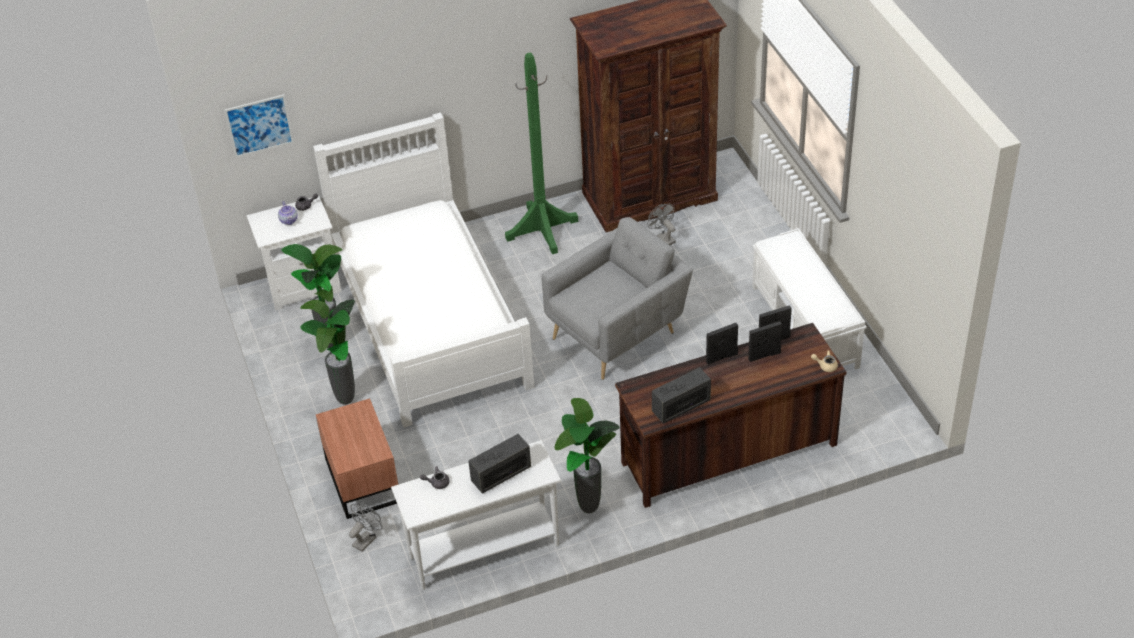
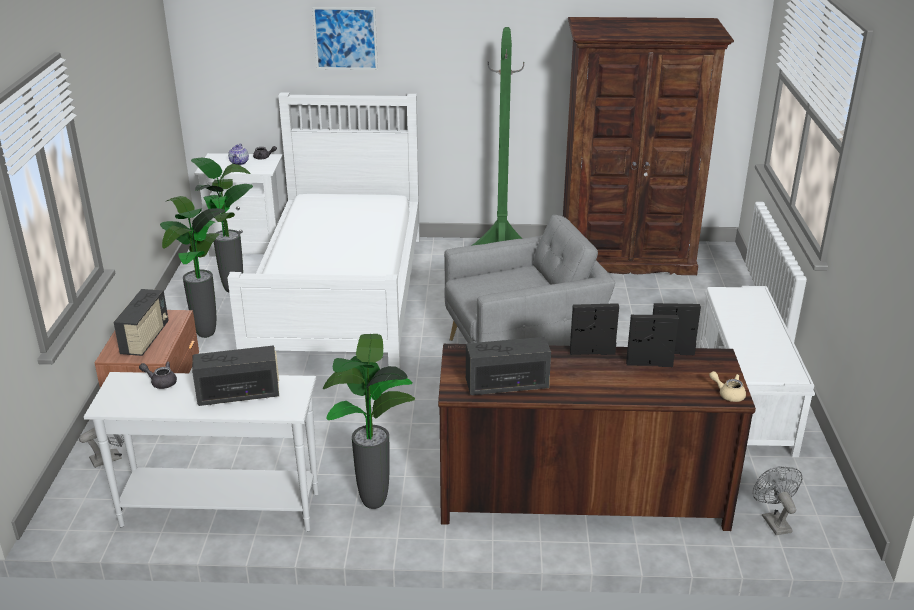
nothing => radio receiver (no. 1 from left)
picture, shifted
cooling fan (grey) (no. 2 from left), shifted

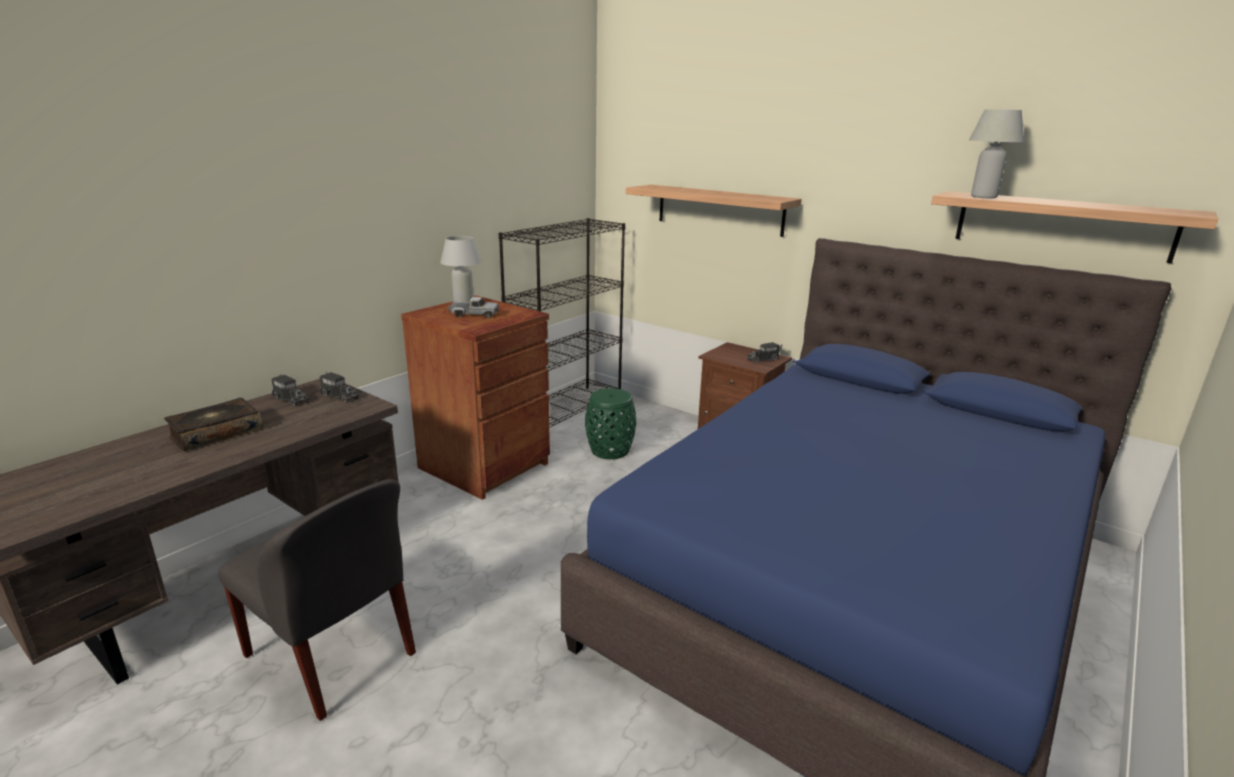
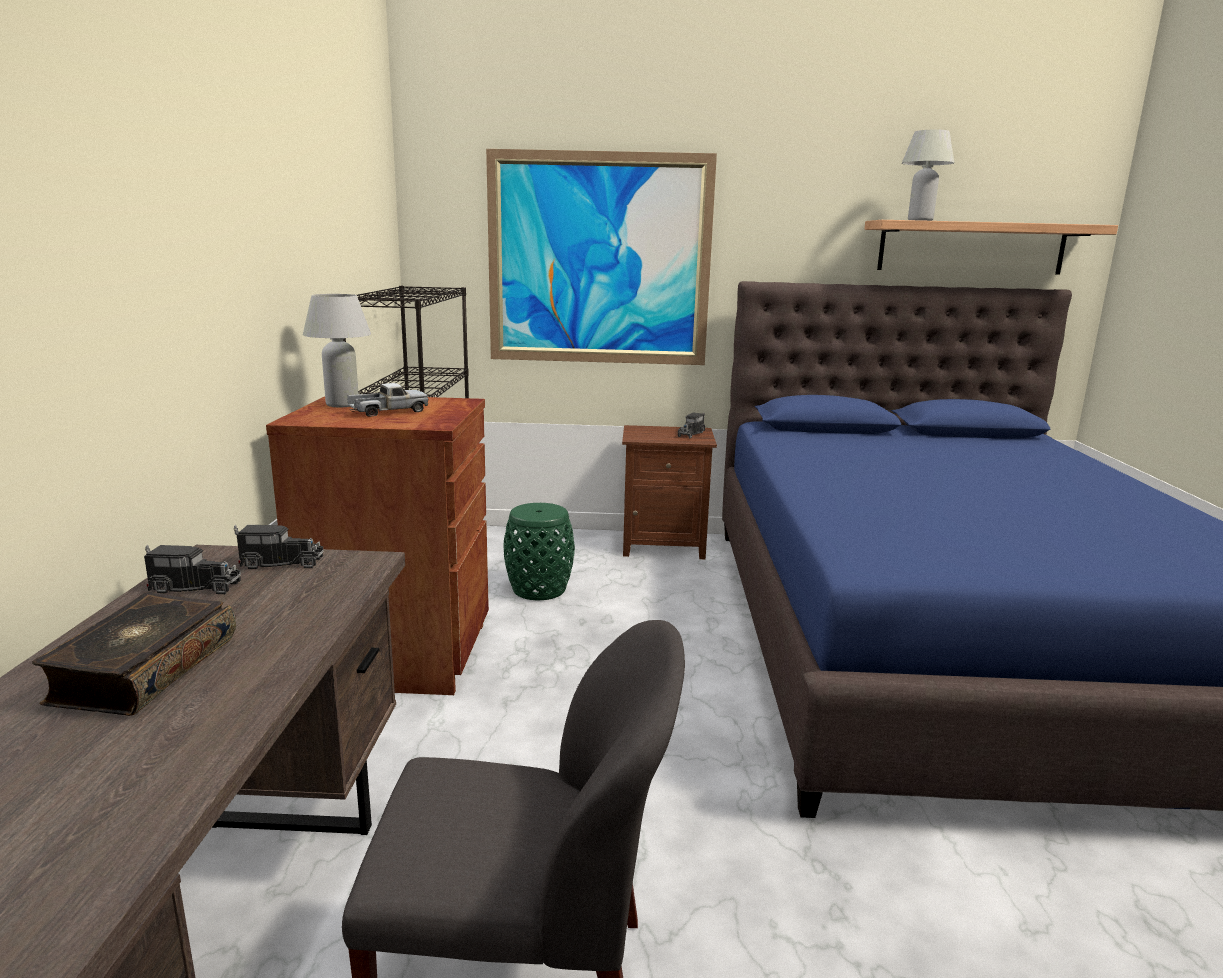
wall shelf (no. 1 from left) => picture

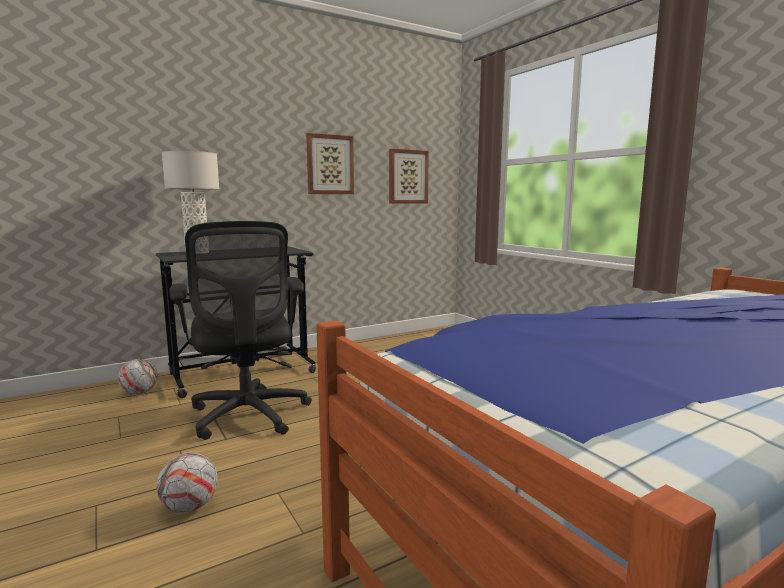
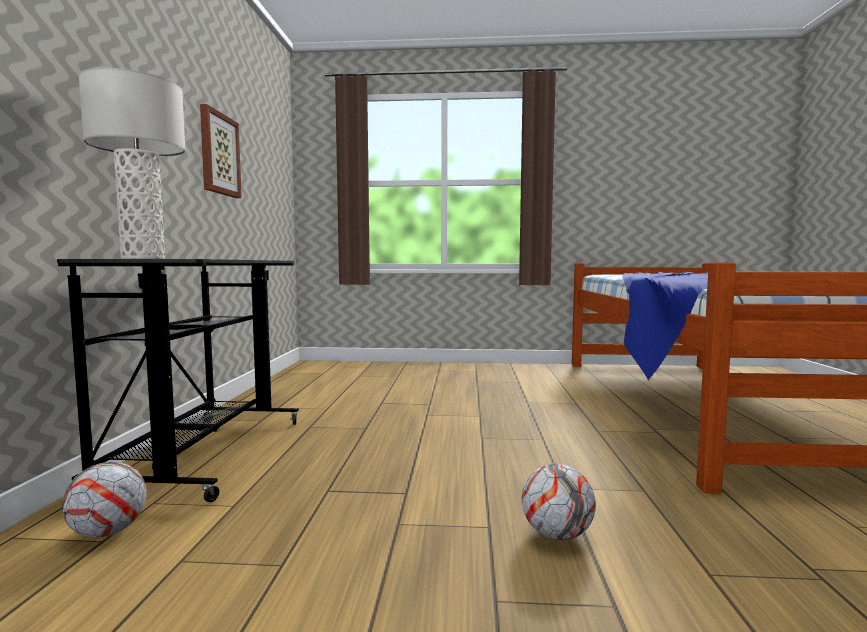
desk chair (black) => nothing
picture (no. 2 from left) => nothing

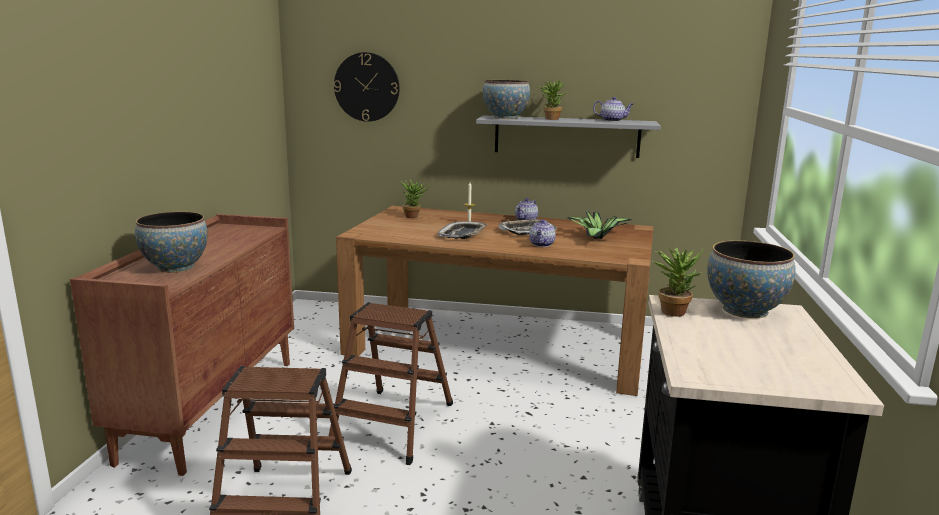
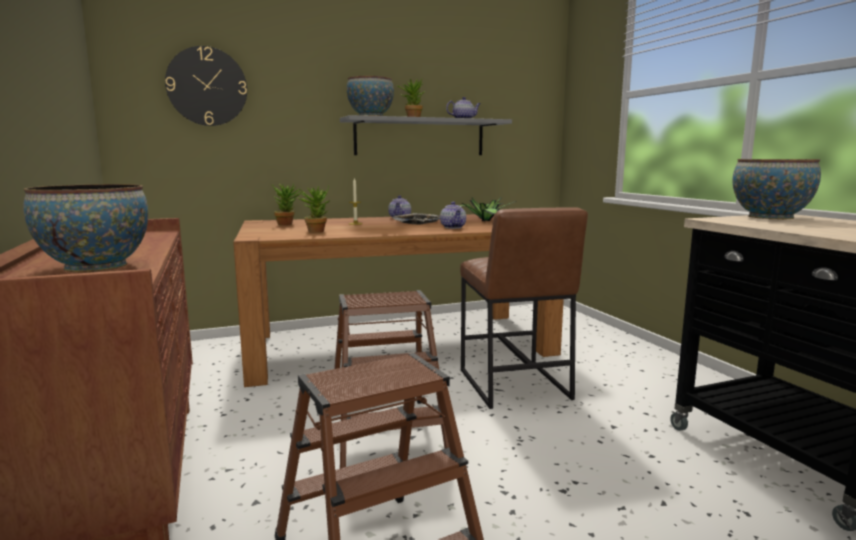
houseplant (no. 4 from left in the first image) => houseplant (no. 2 from left), shifted
nothing => plain chair (brownish)
carrying tray (no. 1 from left) => nothing

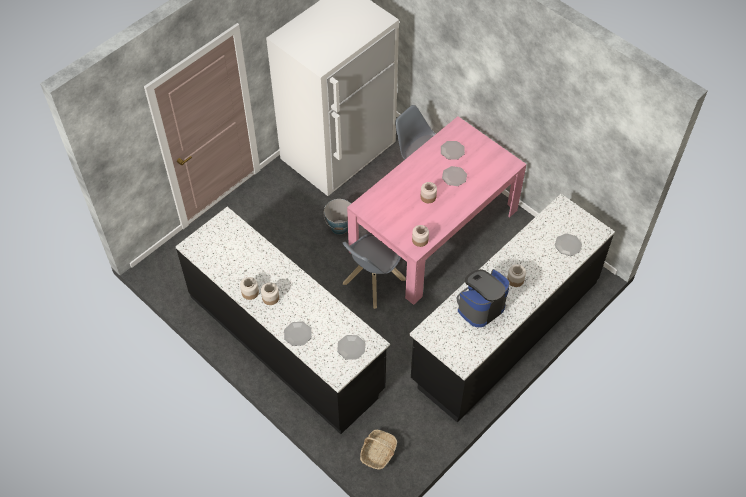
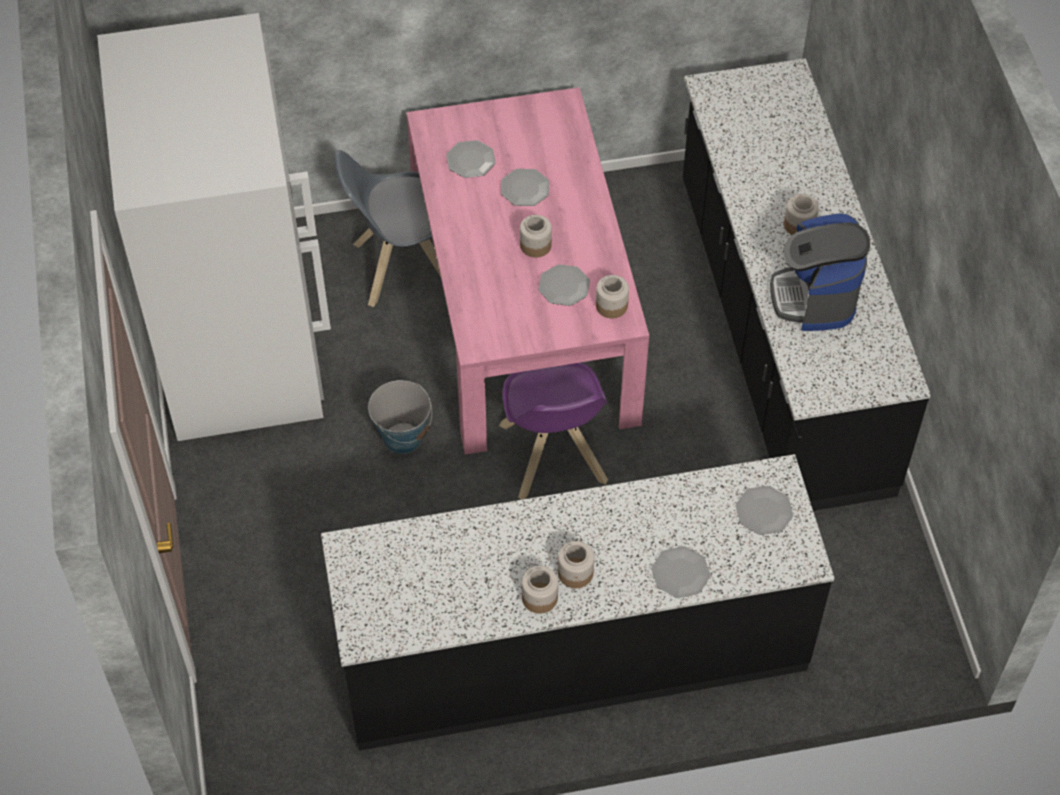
plain chair (grey) (no. 1 from left) => plain chair (purplish)
dinner plate (no. 5 from left in the first image) => dinner plate (no. 3 from left), shifted
household basket => nothing

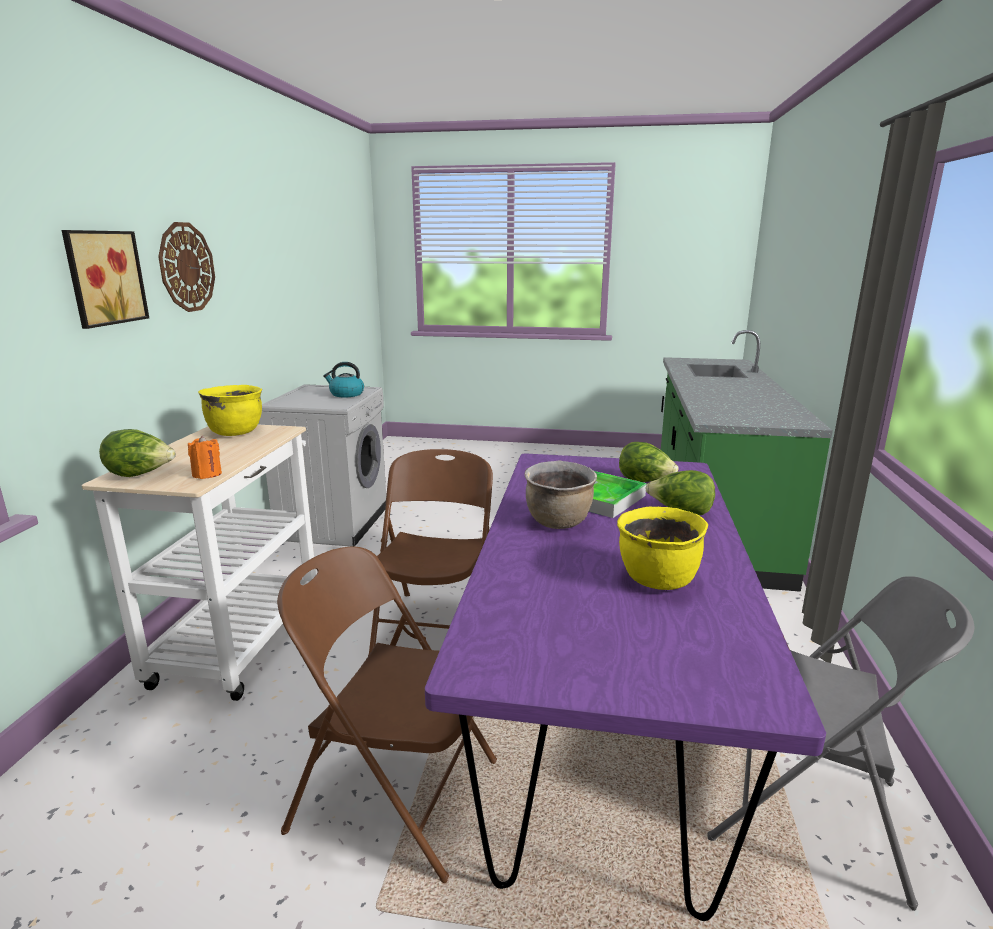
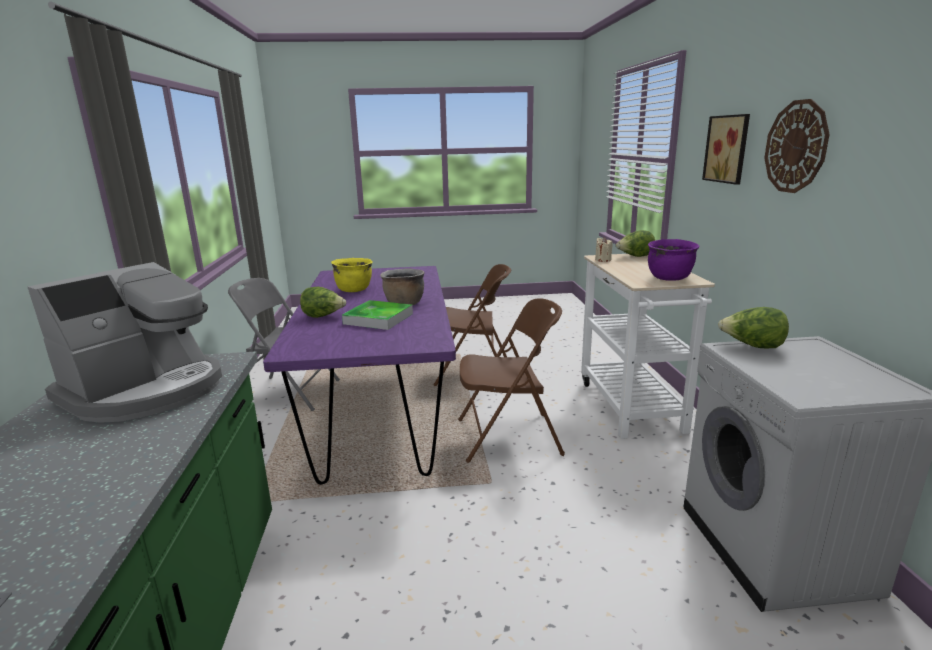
nothing => coffee brewer
plain chair (brownish) (no. 2 from left), 90 degrees counterclockwise
wax candle (orange) => wax candle (beige-coloured)
stockpot (yellow) (no. 1 from left) => stockpot (purplish)
lettuce (no. 2 from left in the first image) => lettuce (no. 3 from left), shifted
kettle => nothing

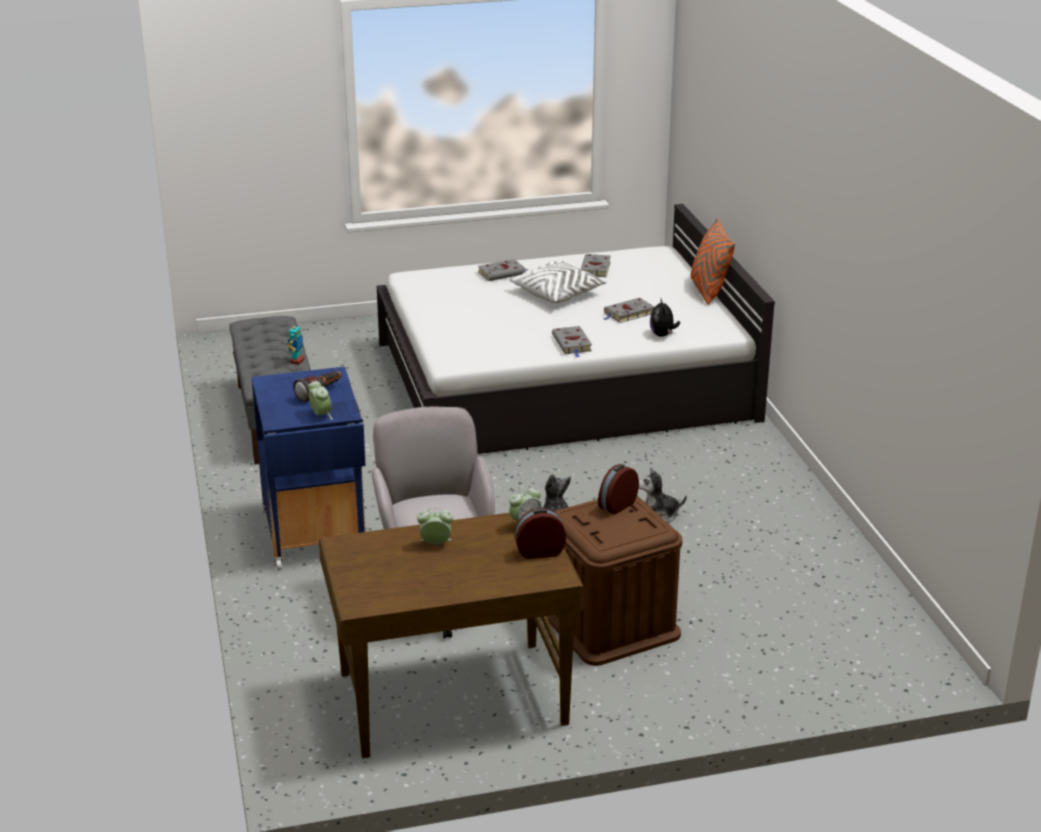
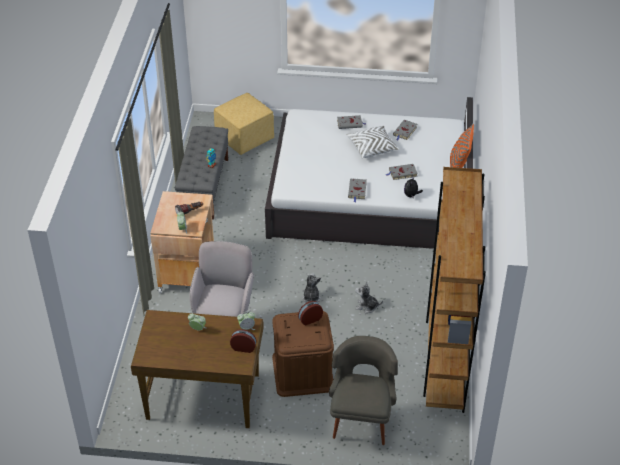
wheeled cart (blue) => wheeled cart (brownish)
nothing => pouffe (yellow)
nothing => plain chair (grey)
nothing => bookshelf (brownish)

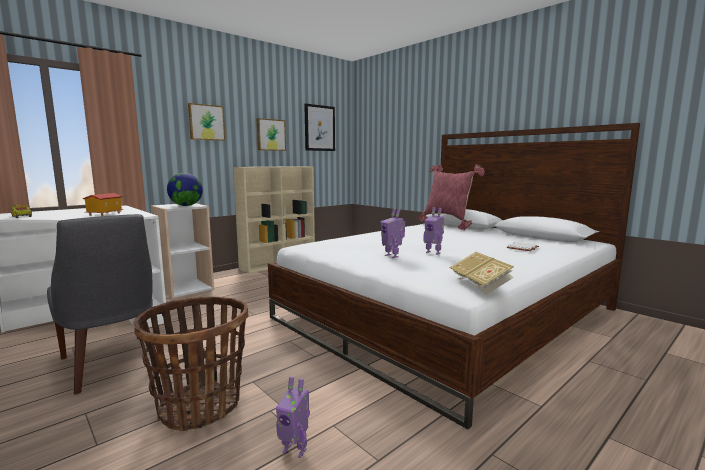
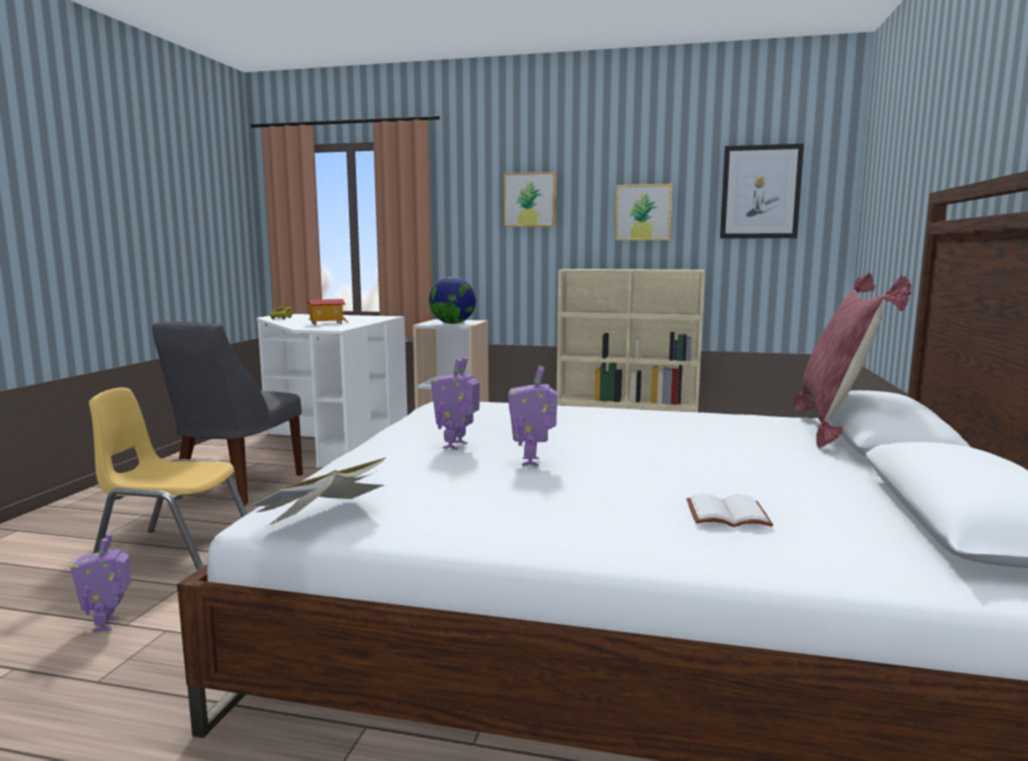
household basket => plain chair (yellow)

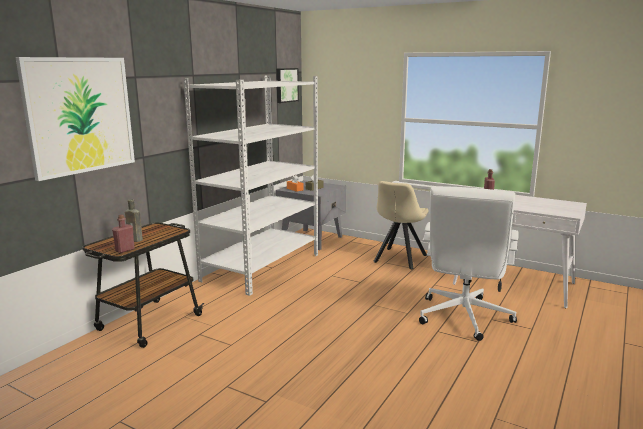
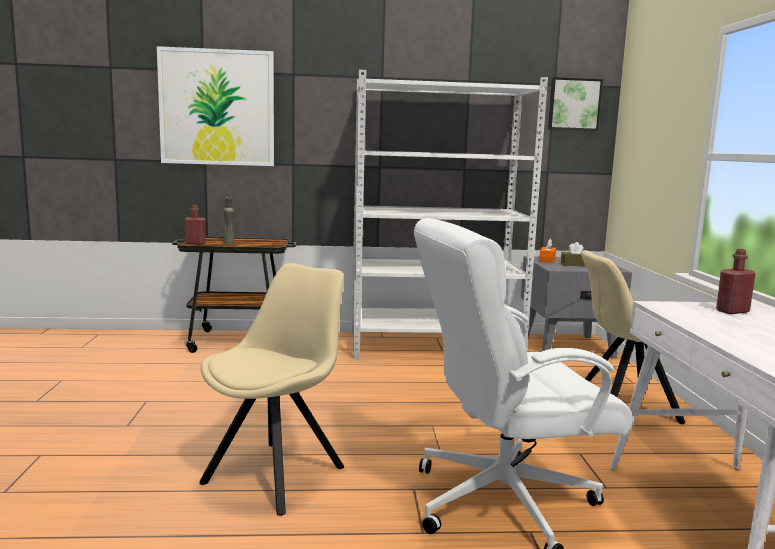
nothing => plain chair (beige-coloured) (no. 1 from left)

